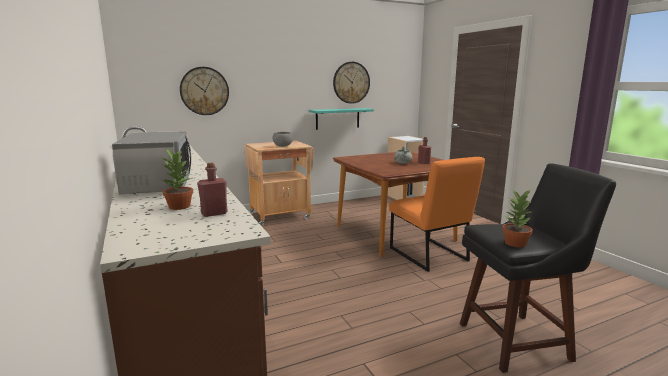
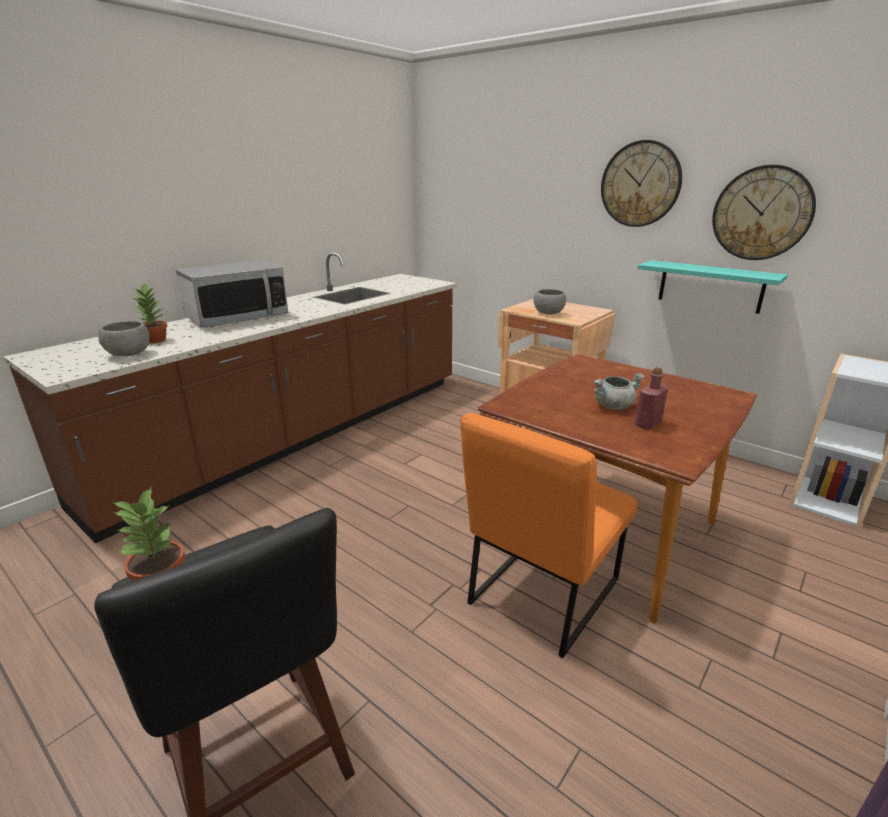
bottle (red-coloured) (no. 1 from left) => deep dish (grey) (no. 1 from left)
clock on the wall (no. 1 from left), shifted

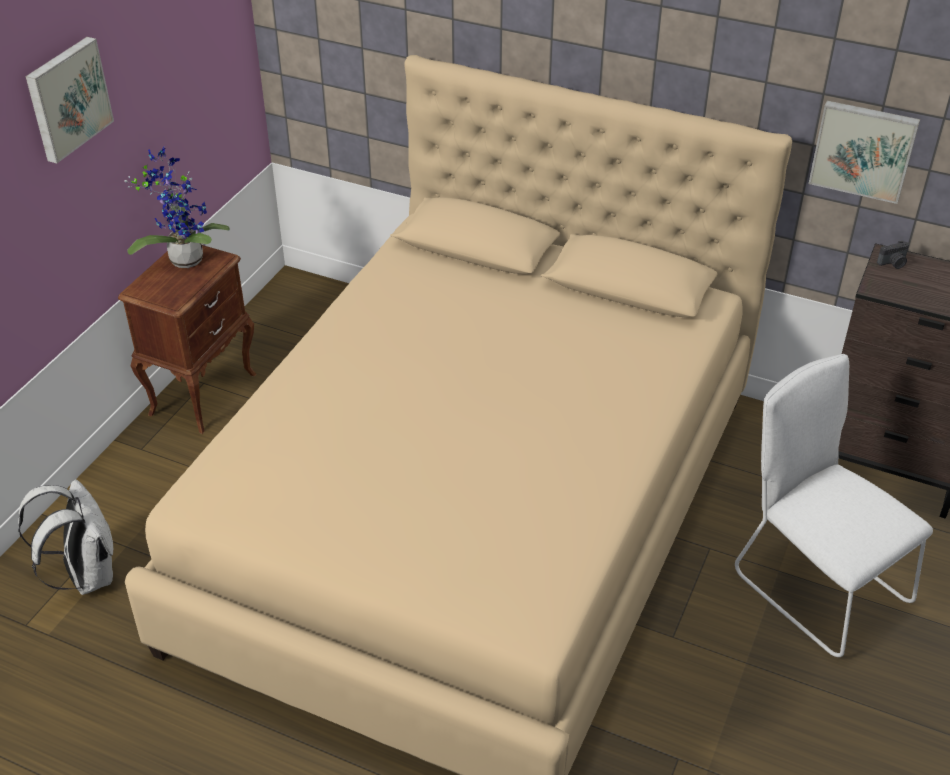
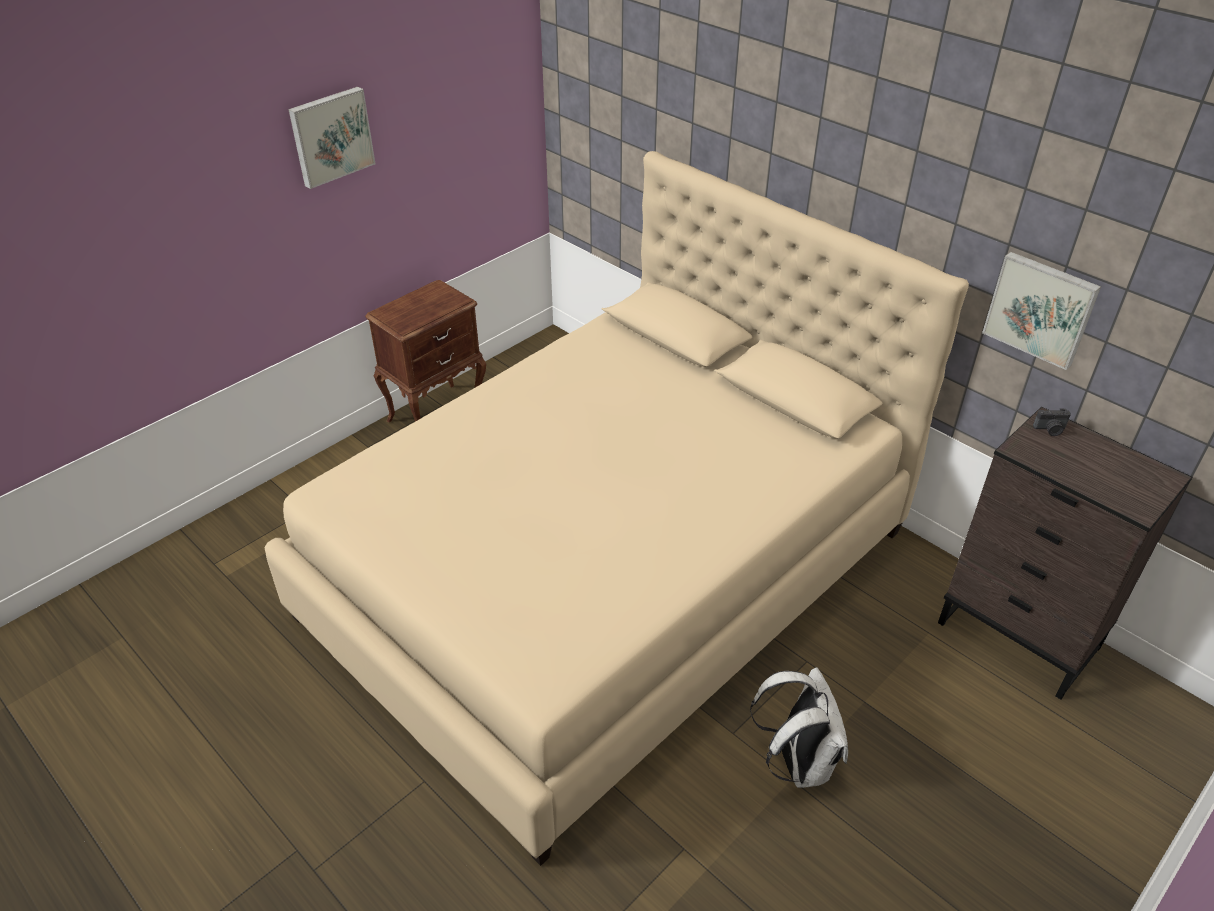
knapsack (white-coloured), shifted
houseplant => nothing
plain chair (white-coloured) => nothing

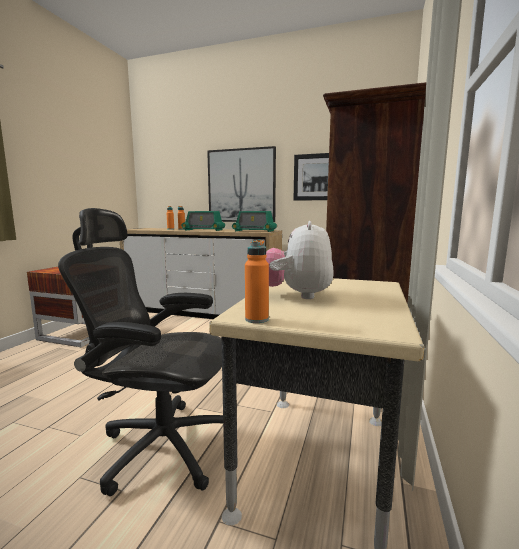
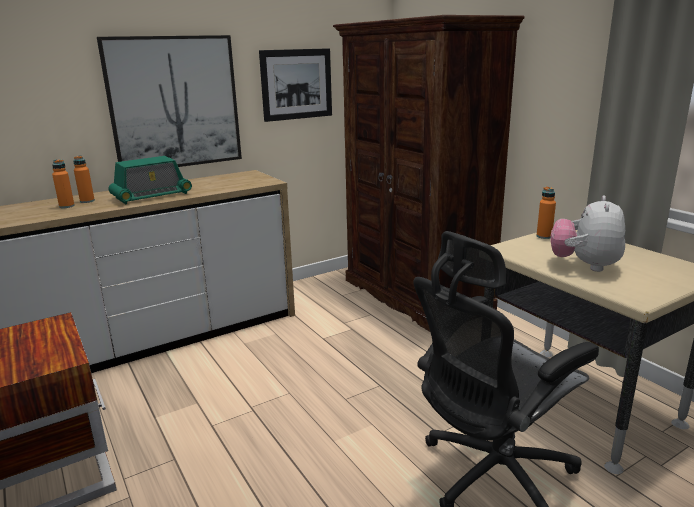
bottle (orange) (no. 3 from left), shifted
soft toy, 60 degrees clockwise
radio receiver (no. 2 from left) => nothing

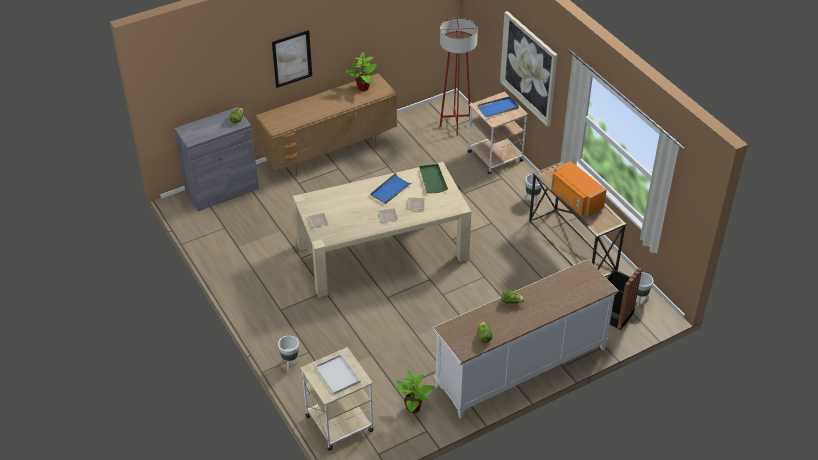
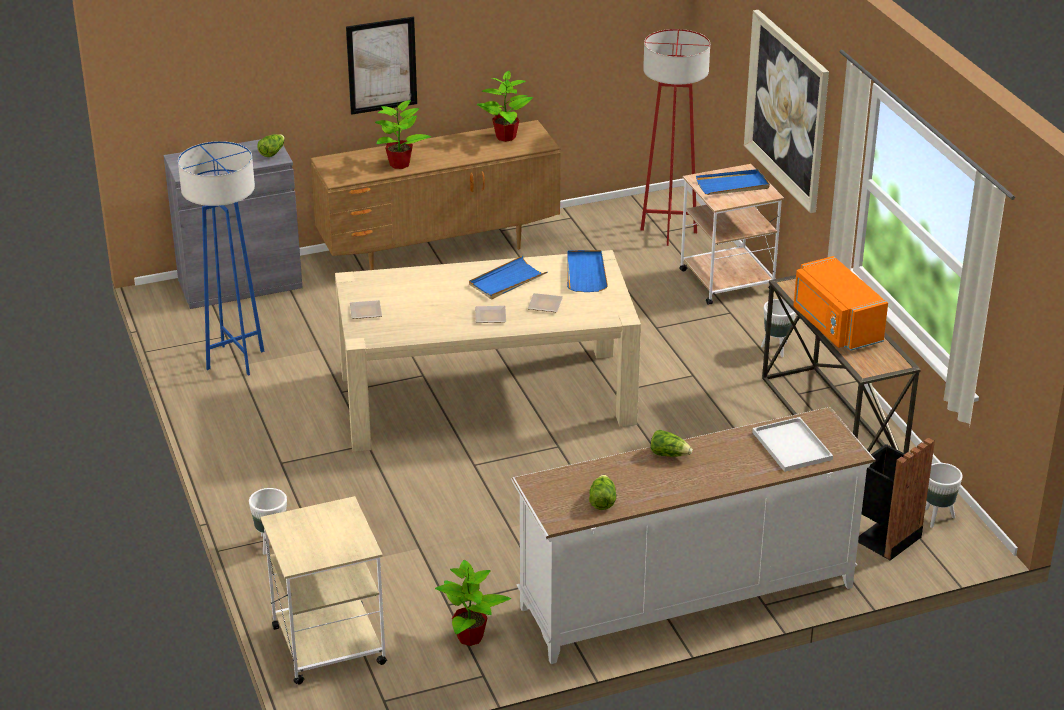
nothing => standard lamp (blue)
nothing => houseplant (no. 1 from left)
carrying tray (green) => carrying tray (blue) (no. 2 from left)
carrying tray (white-coloured), shifted

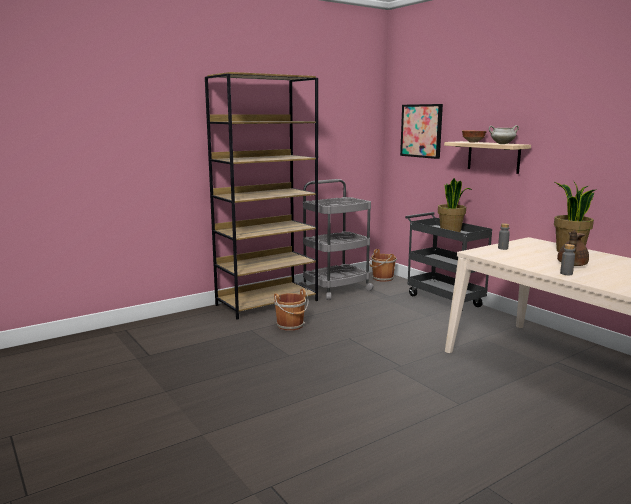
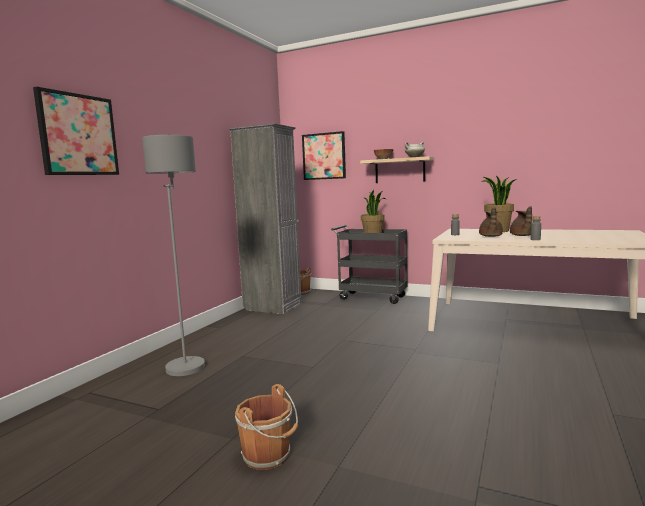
nothing => picture (no. 1 from left)
nothing => standard lamp (grey)
wheeled cart (grey) (no. 1 from left) => cabinet (grey)
water bucket (brownish) (no. 1 from left), shifted
nothing => teapot (brownish) (no. 1 from left)
bookshelf (brownish) => nothing

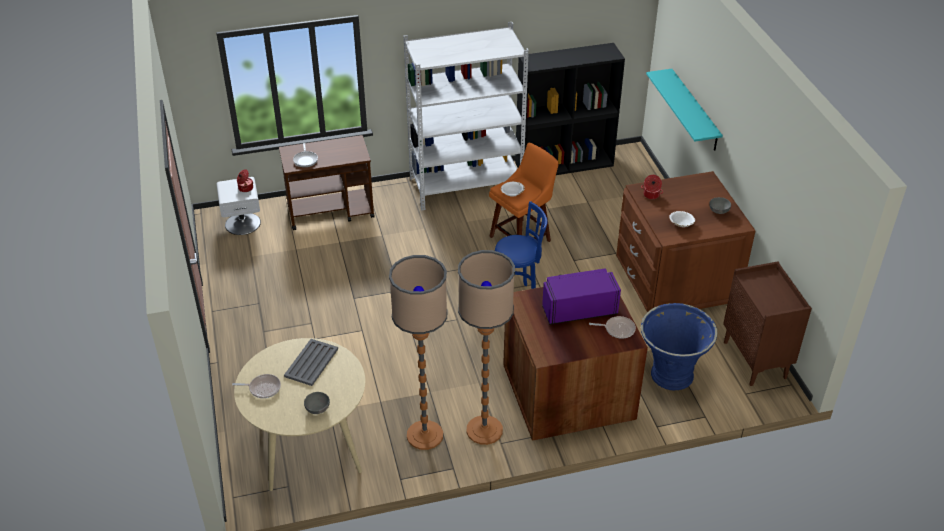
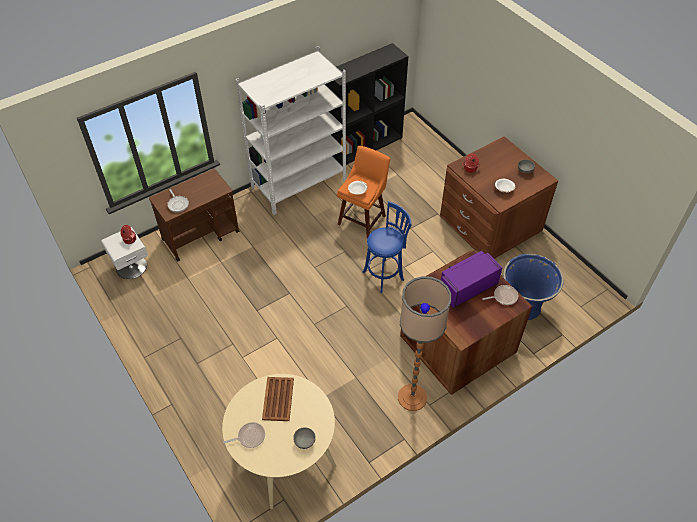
carrying tray (grey) => carrying tray (brownish)
standard lamp (no. 1 from left) => nothing
wall shelf (blue-green) => nothing
cabinet (brownish) => nothing

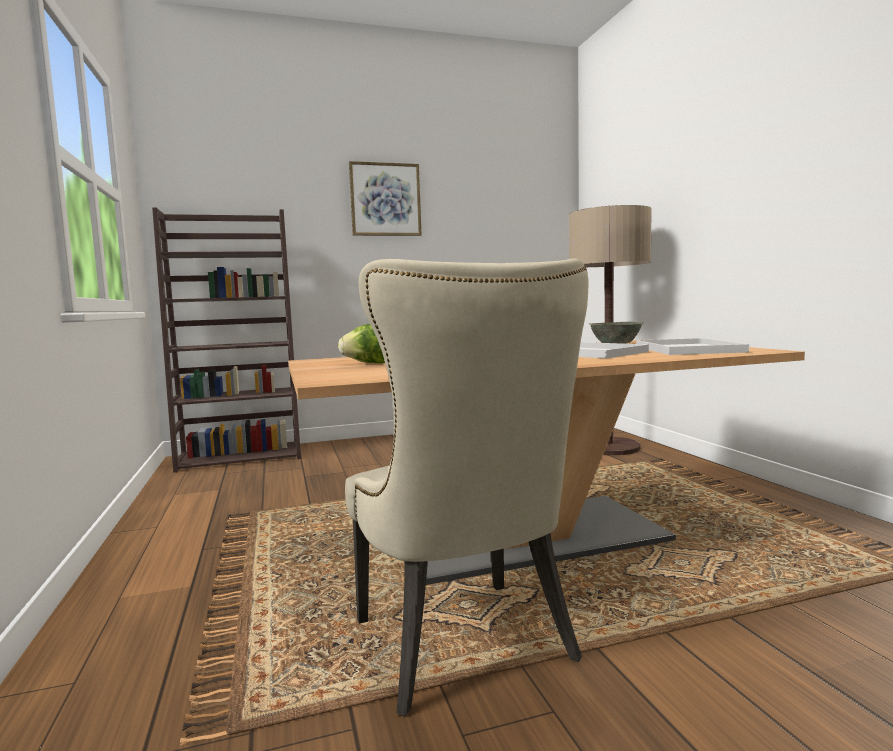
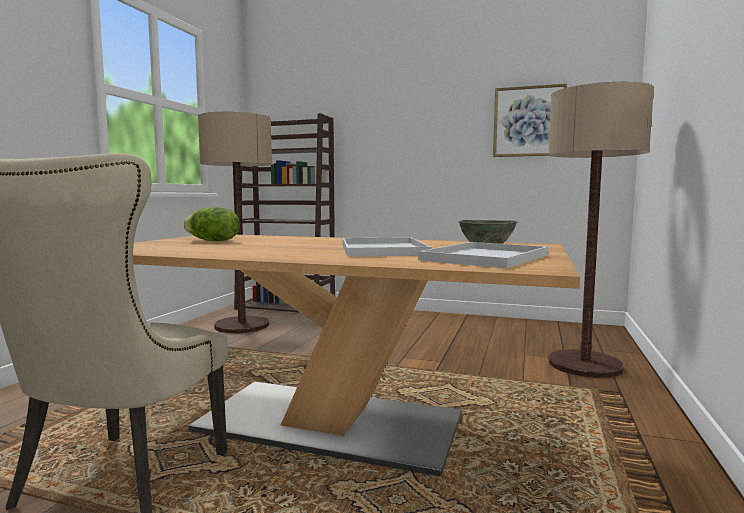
nothing => standard lamp (no. 1 from left)
picture, shifted

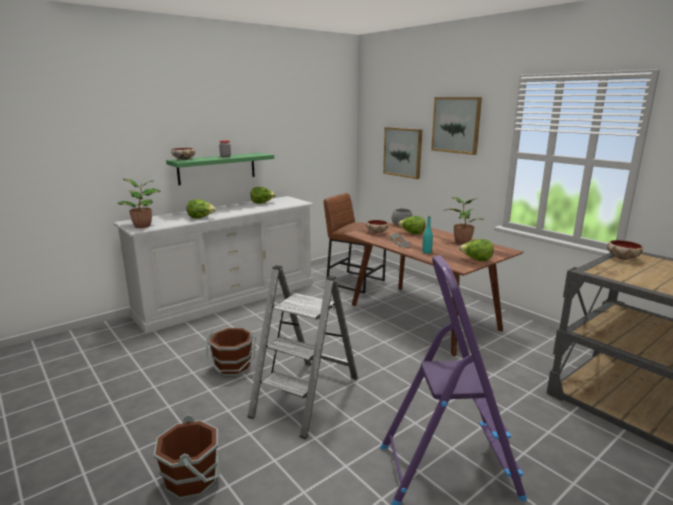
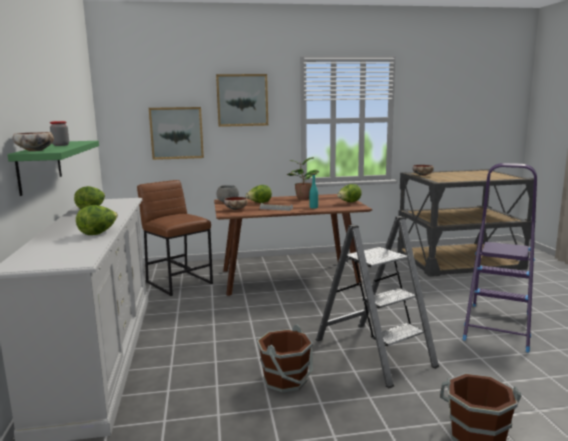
plain chair (brownish), 75 degrees clockwise
houseplant (no. 1 from left) => nothing

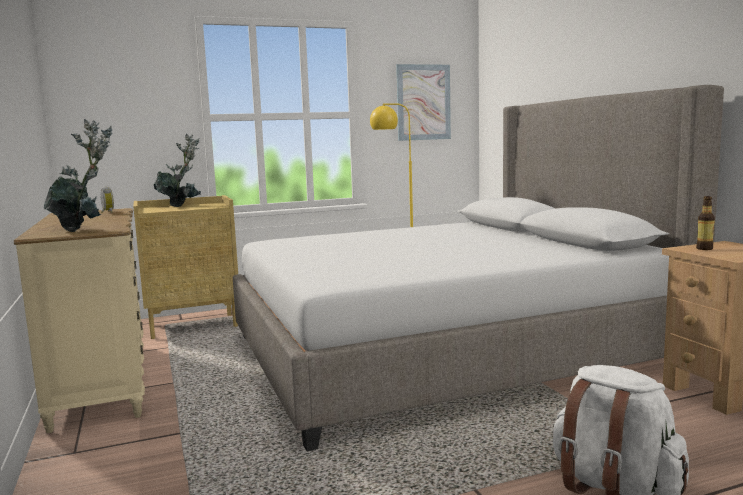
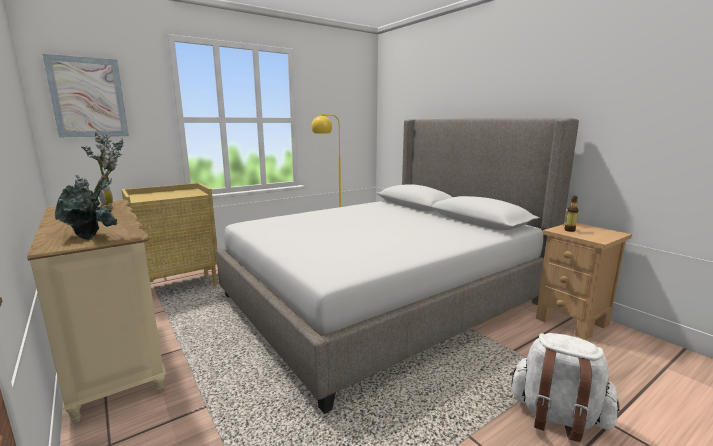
picture, shifted
houseplant (no. 2 from left) => nothing

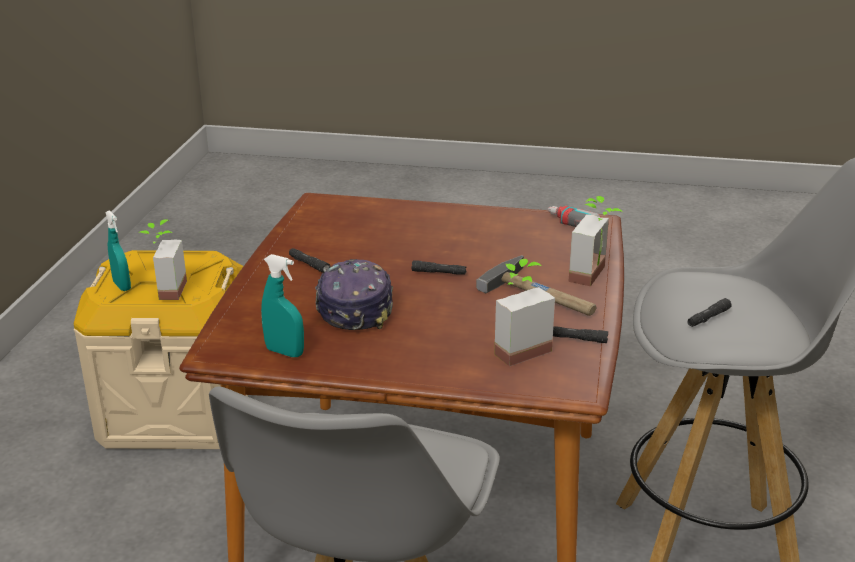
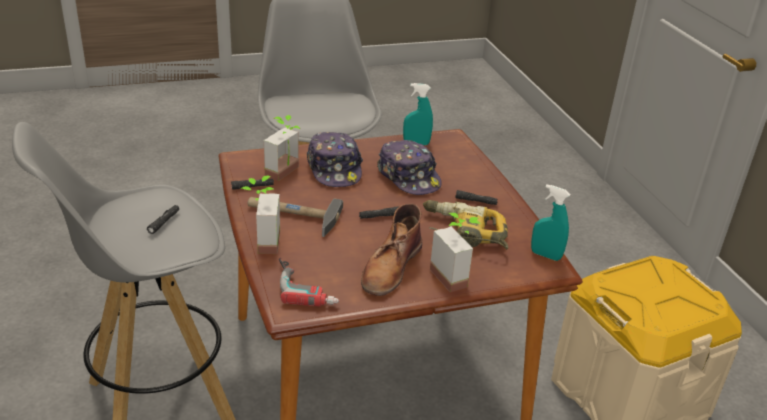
nothing => baseball cap (no. 1 from left)
nothing => boot (brownish)
nothing => power drill (no. 2 from left)
houseplant (no. 1 from left in the first image) => houseplant (no. 3 from left), shifted
sprayer (blue-green) (no. 1 from left in the first image) => sprayer (blue-green) (no. 2 from left), shifted

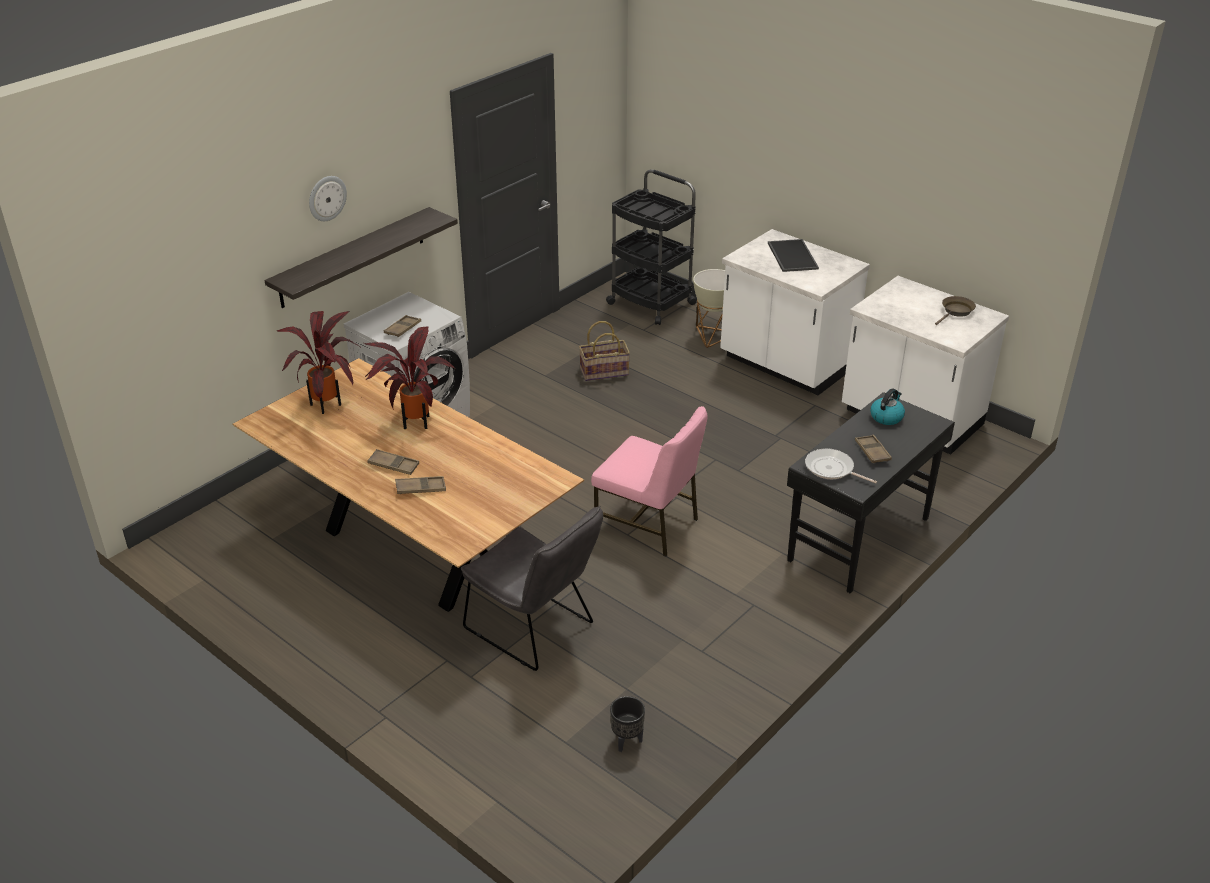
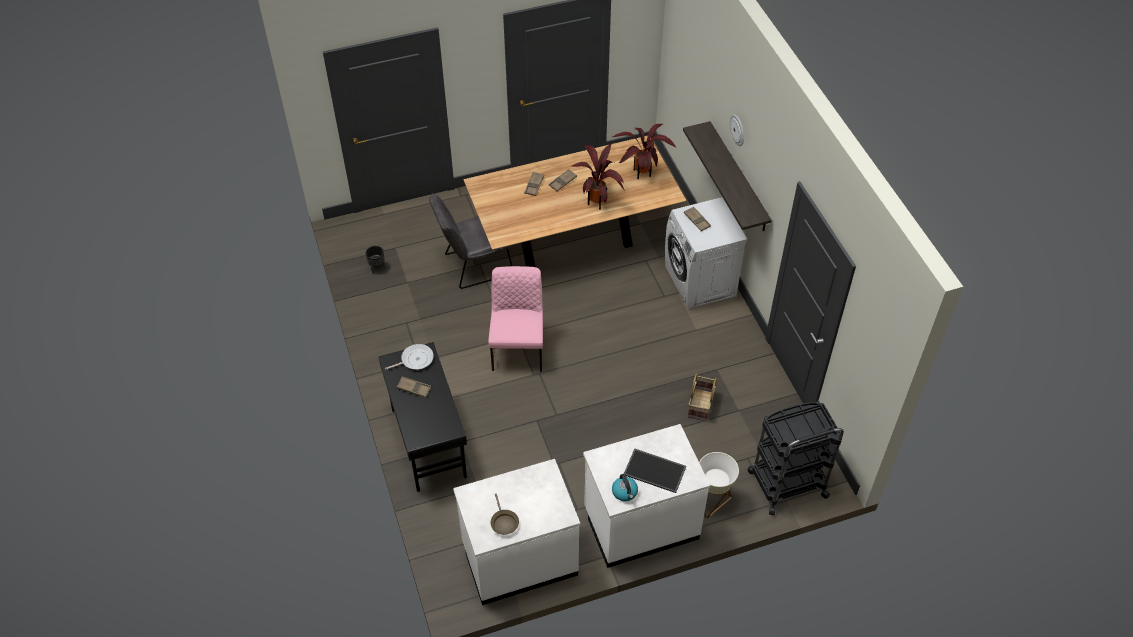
plain chair (pinkish), 120 degrees clockwise
kettle, shifted

